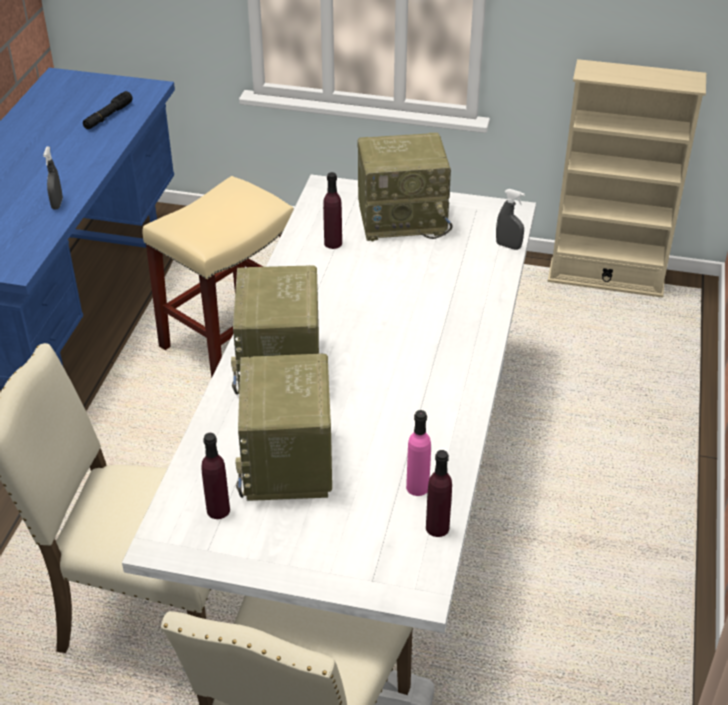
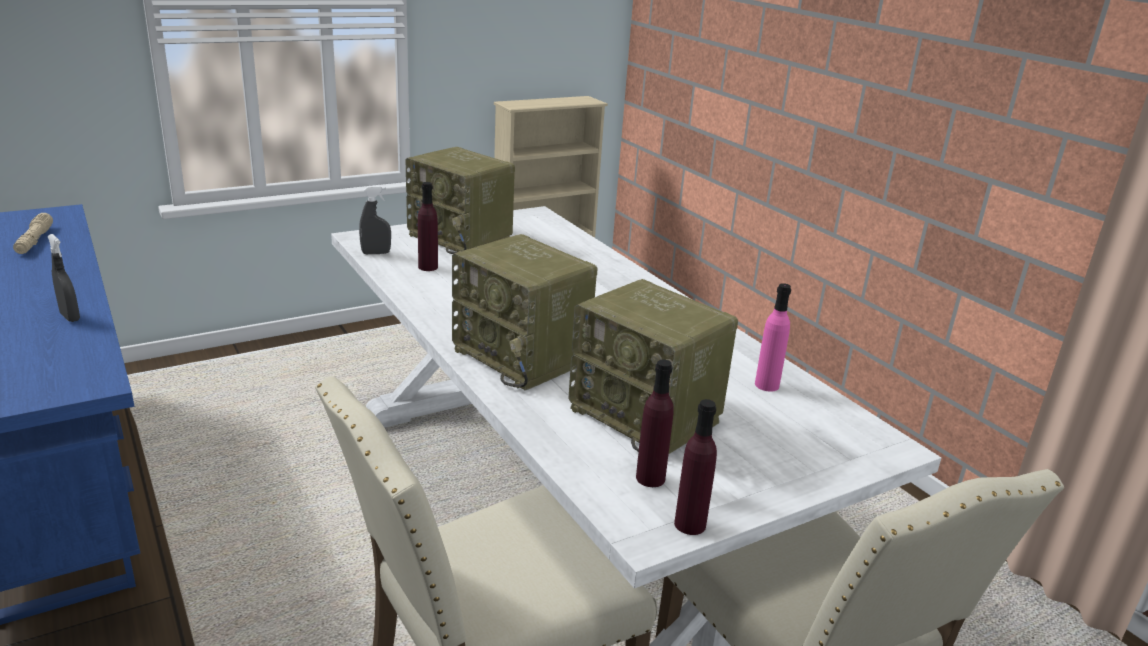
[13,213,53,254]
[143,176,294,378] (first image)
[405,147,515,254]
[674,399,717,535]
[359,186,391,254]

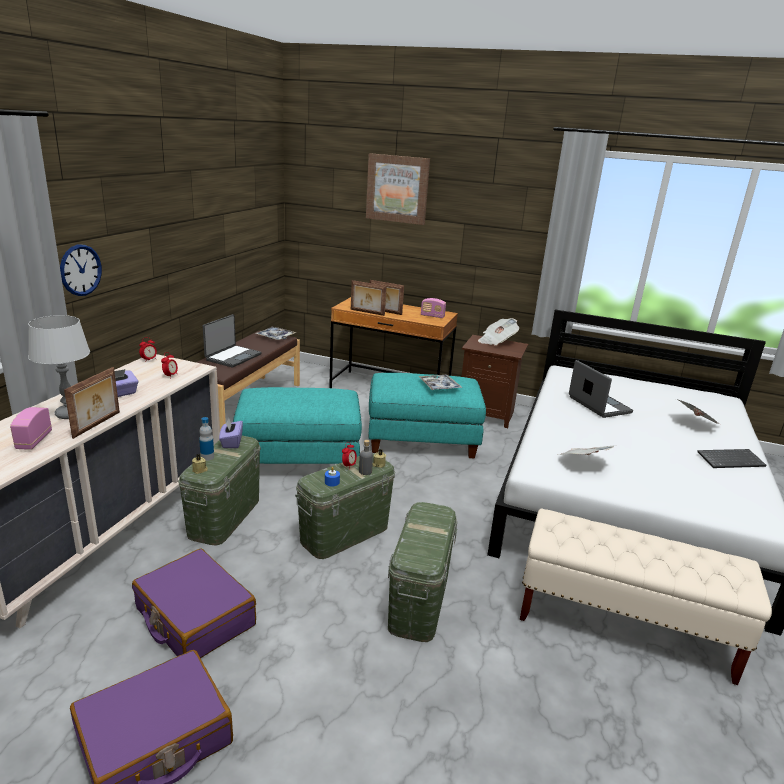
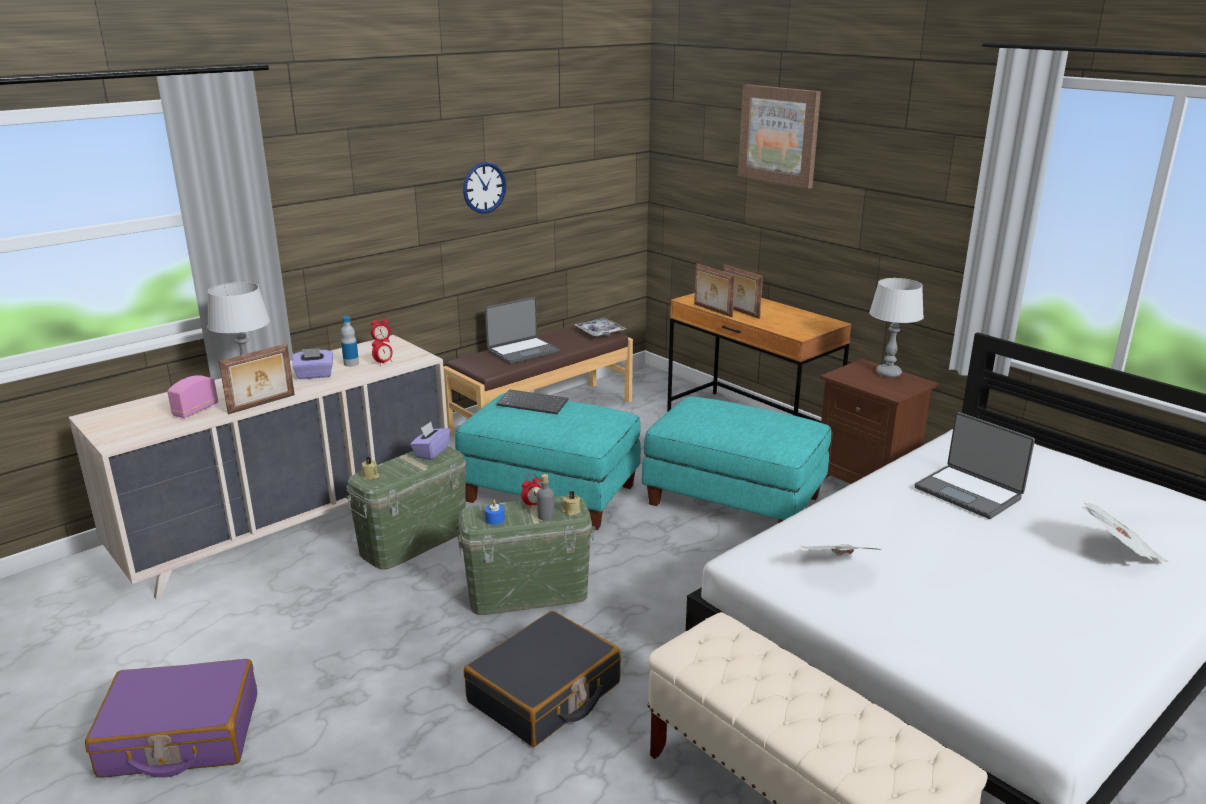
[463,162,506,214]
[132,549,256,658] (first image)
[341,316,359,367]
[464,611,621,747]
[418,375,462,390] (first image)
[421,298,446,318] (first image)
[869,278,924,377]
[915,412,1035,519]
[497,389,569,414]

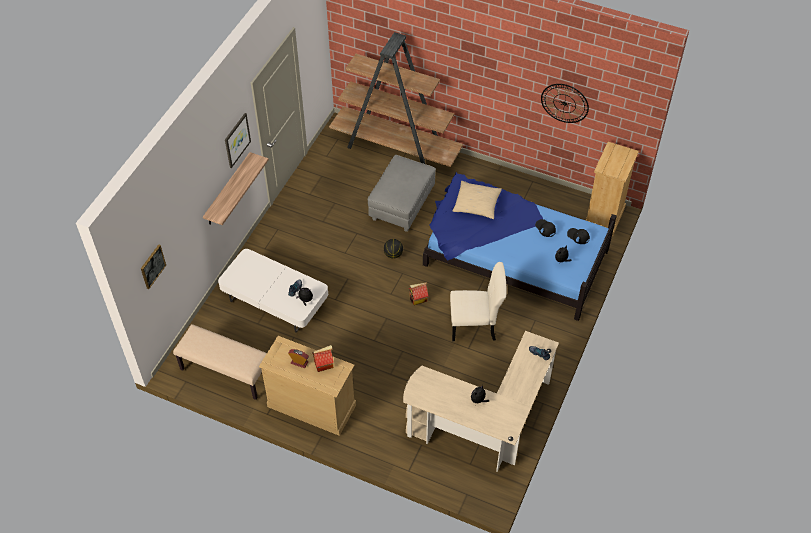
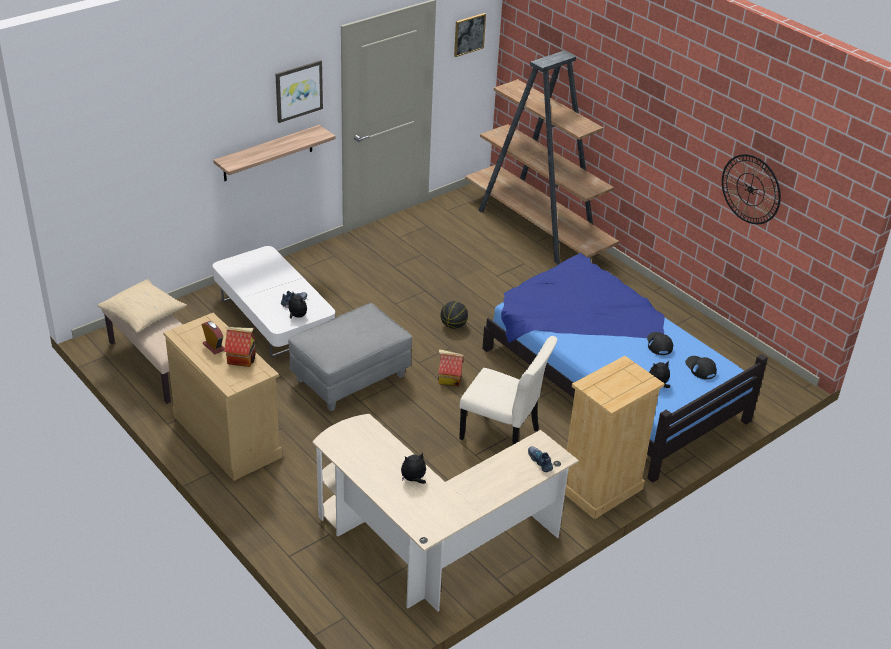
[454,13,486,57]
[288,303,412,411]
[97,279,187,333]
[565,356,665,519]

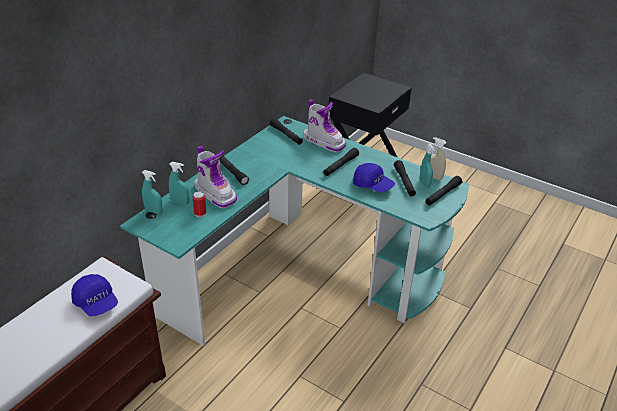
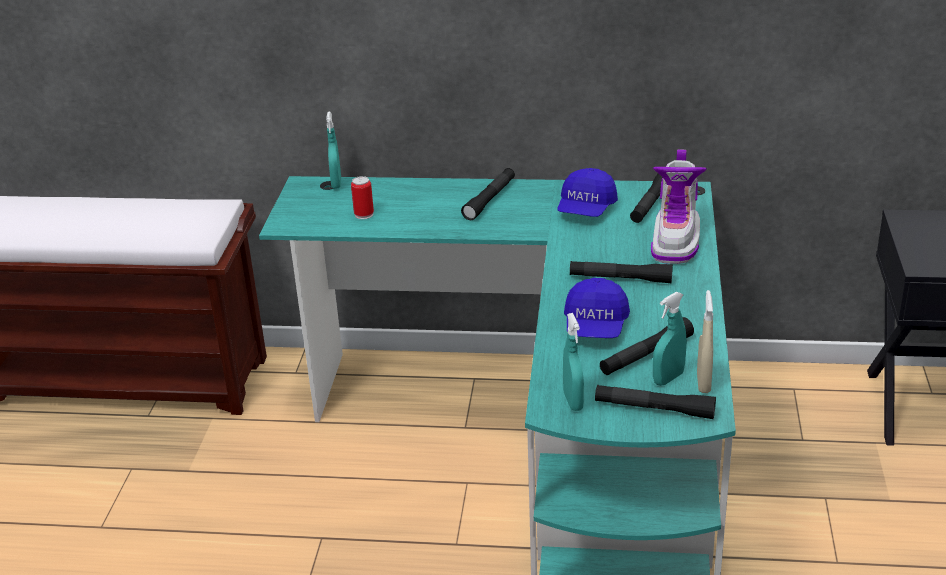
[558,168,618,217]
[563,313,584,411]
[194,146,237,208] (first image)

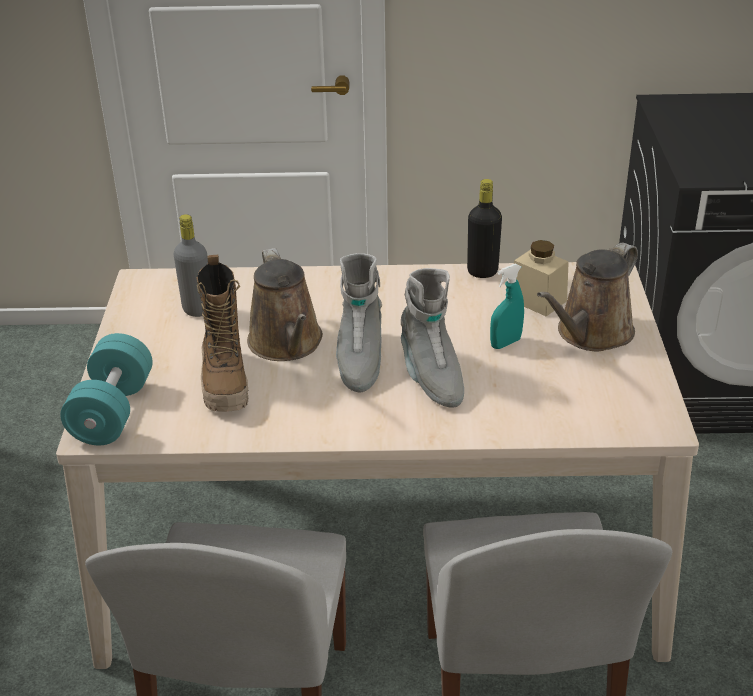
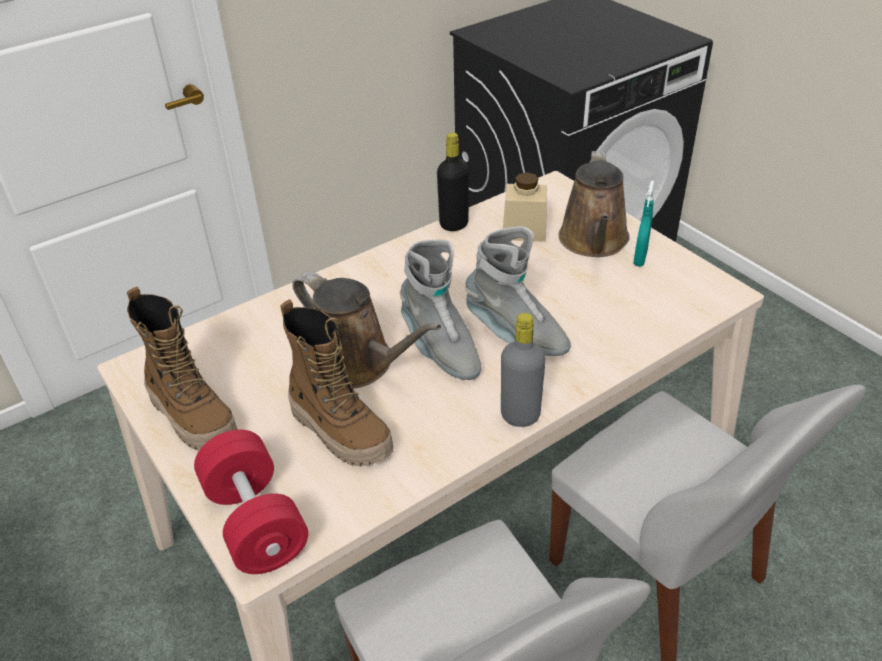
[194,430,308,574]
[501,313,546,427]
[633,181,655,266]
[127,287,238,450]

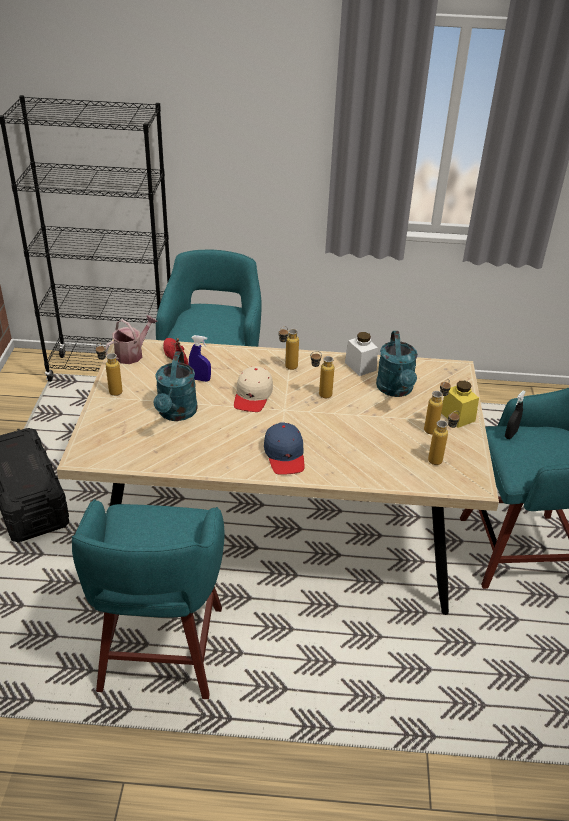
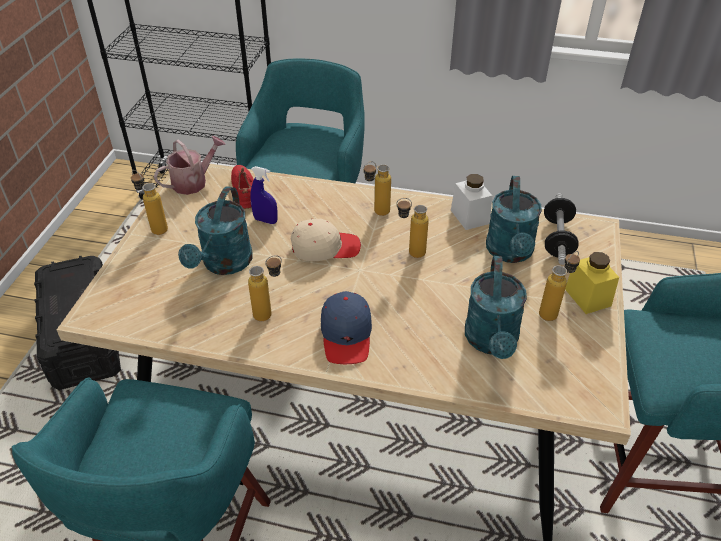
[291,219,361,262]
[248,255,282,321]
[505,390,526,439] (first image)
[465,256,527,359]
[544,193,579,265]

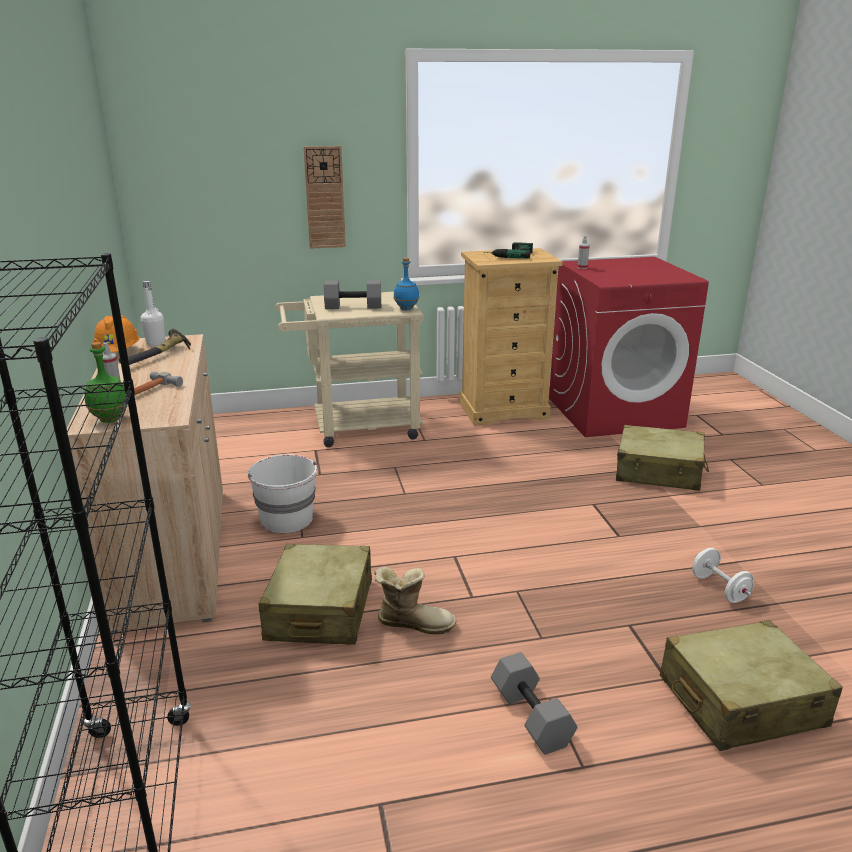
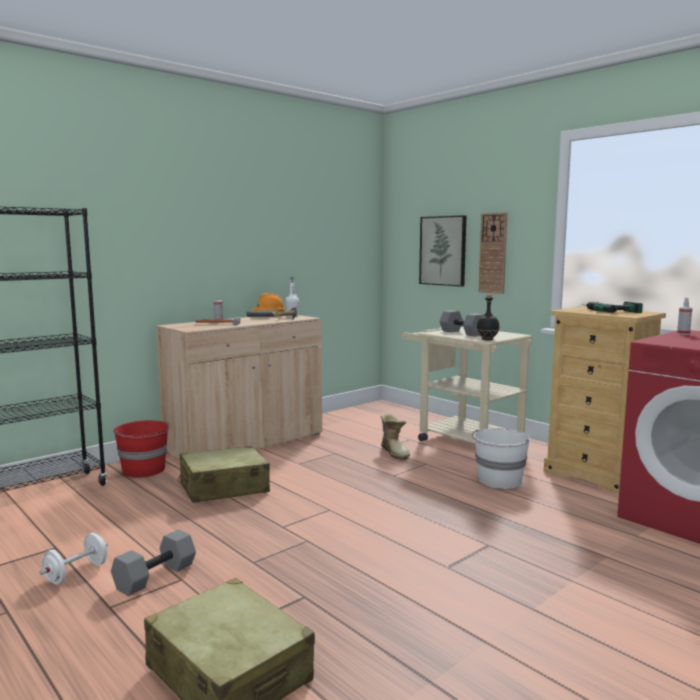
[85,342,126,423] (first image)
[472,428,530,489]
[381,414,410,460]
[477,295,499,340]
[616,425,709,491] (first image)
[39,533,108,585]
[113,420,171,478]
[419,215,466,287]

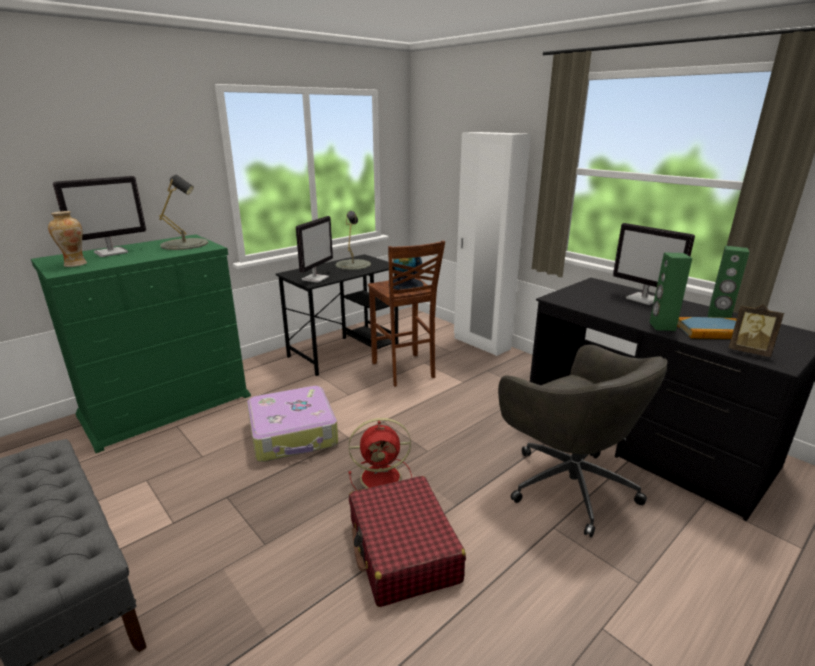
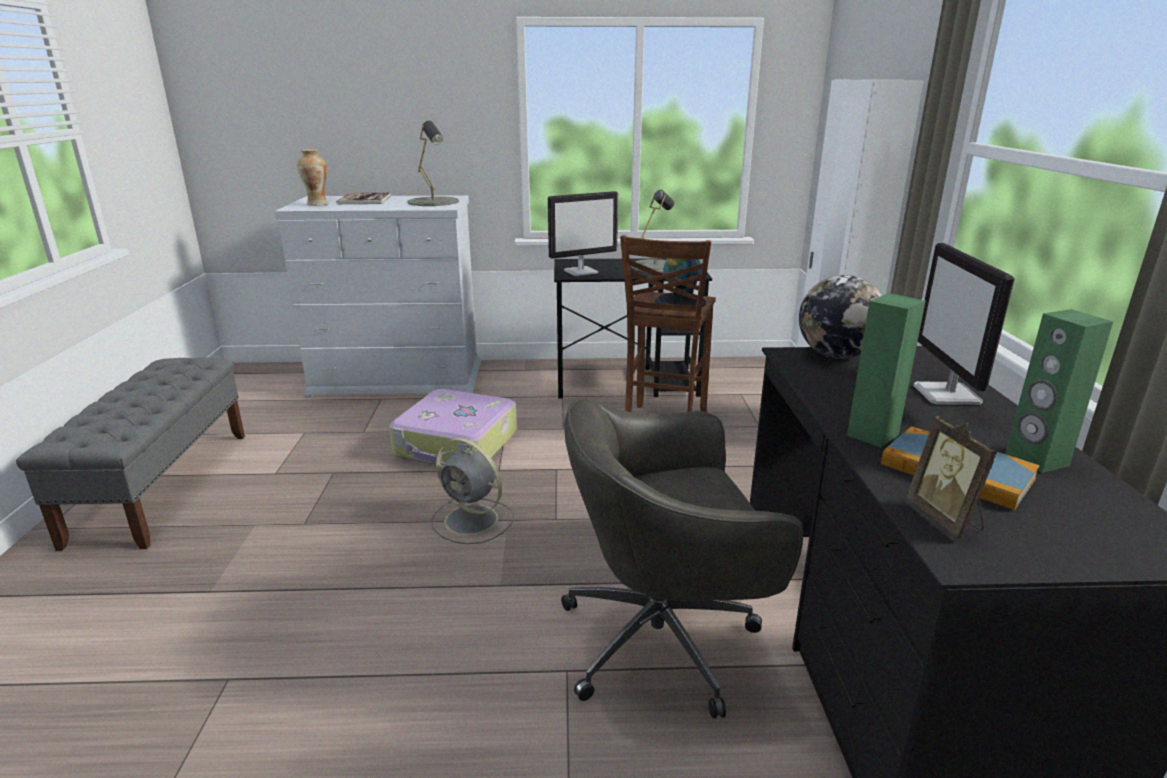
[275,195,481,398]
[336,192,391,204]
[431,438,514,544]
[349,476,466,607] (first image)
[561,398,803,718]
[799,275,882,359]

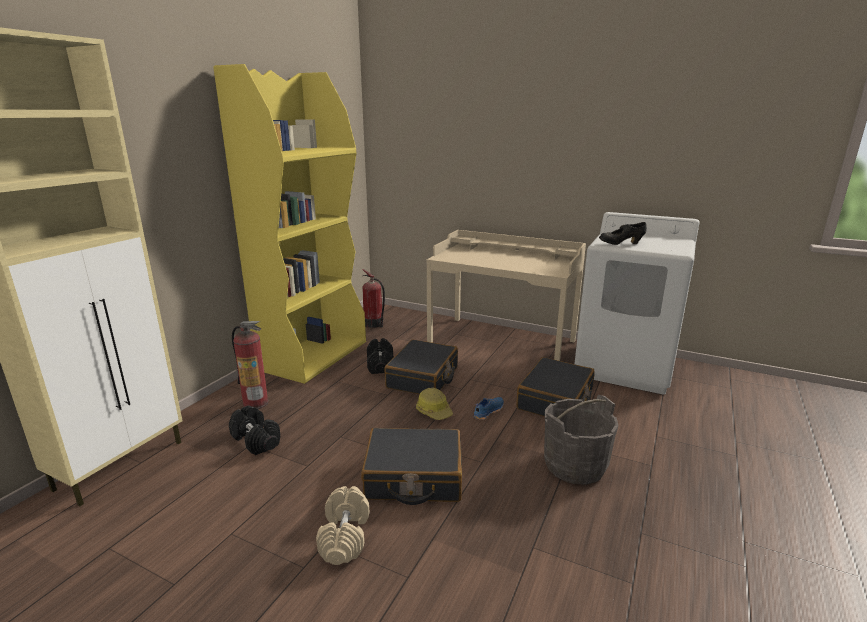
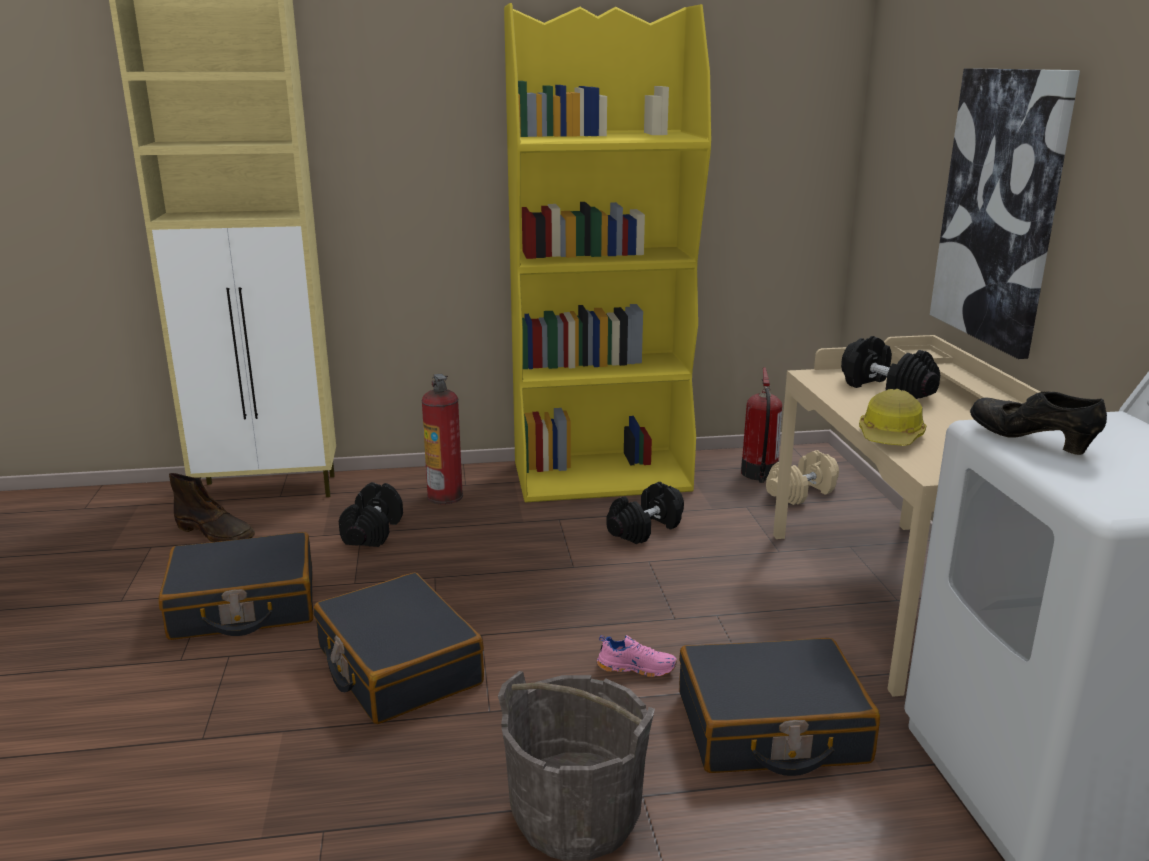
[766,450,839,505]
[159,532,313,640]
[859,389,927,446]
[597,635,677,677]
[169,473,255,542]
[841,336,940,399]
[930,68,1080,359]

